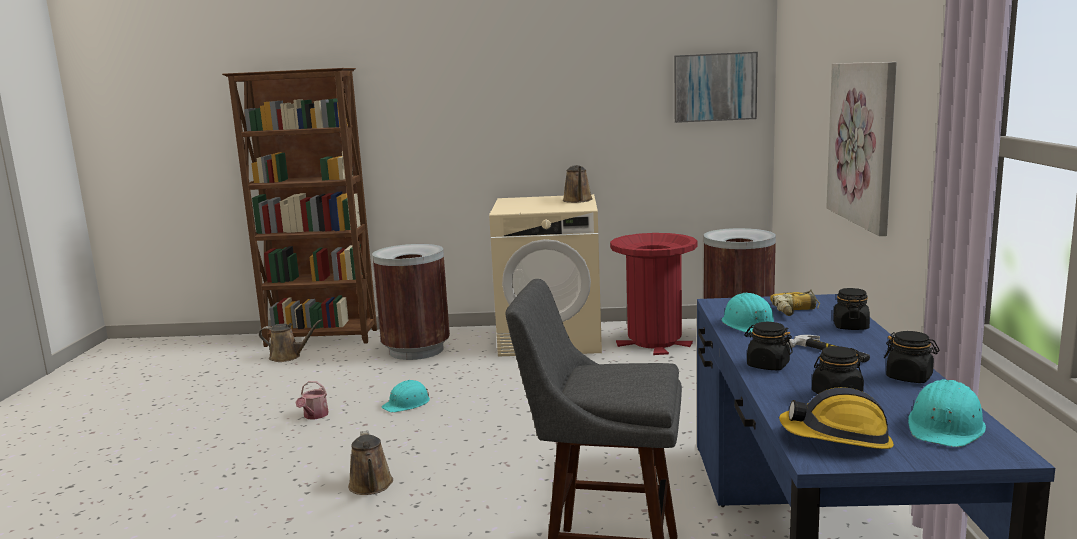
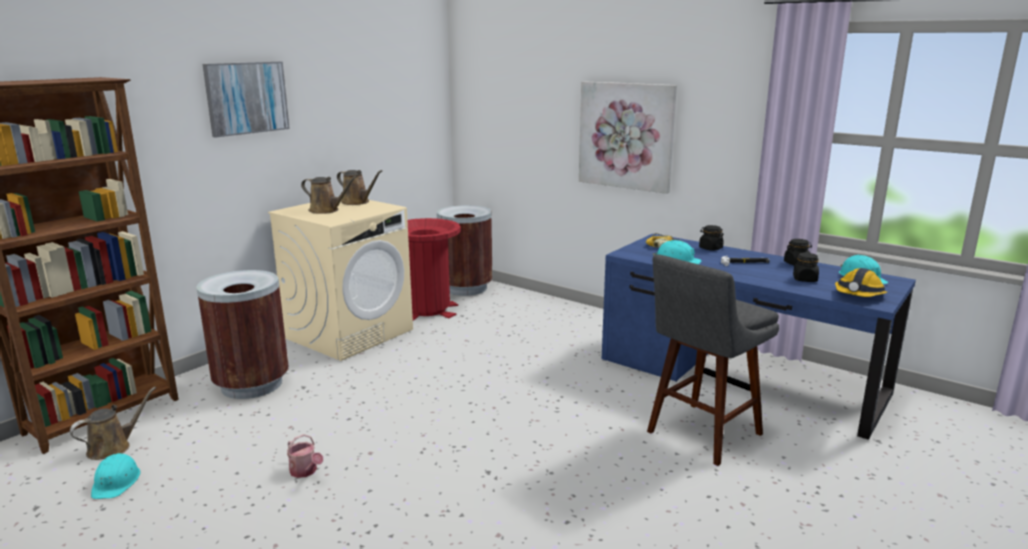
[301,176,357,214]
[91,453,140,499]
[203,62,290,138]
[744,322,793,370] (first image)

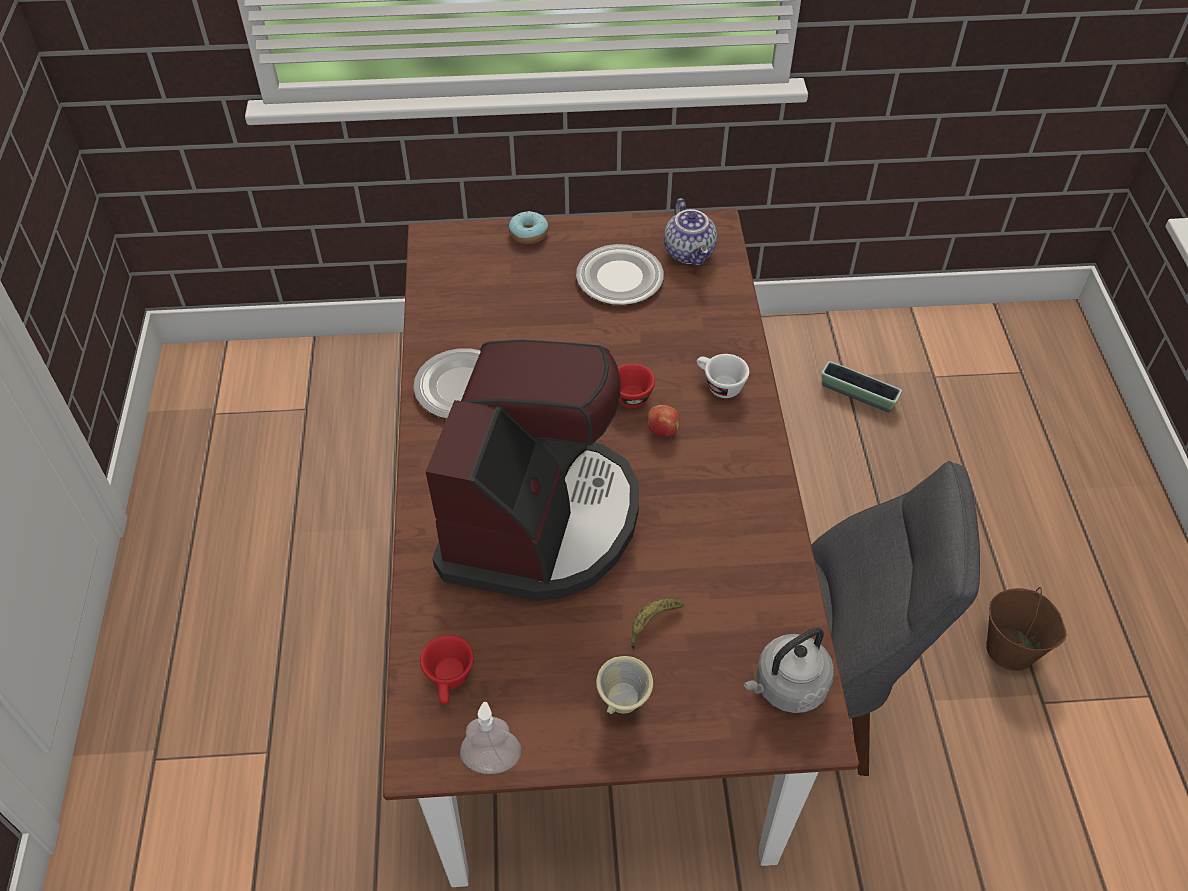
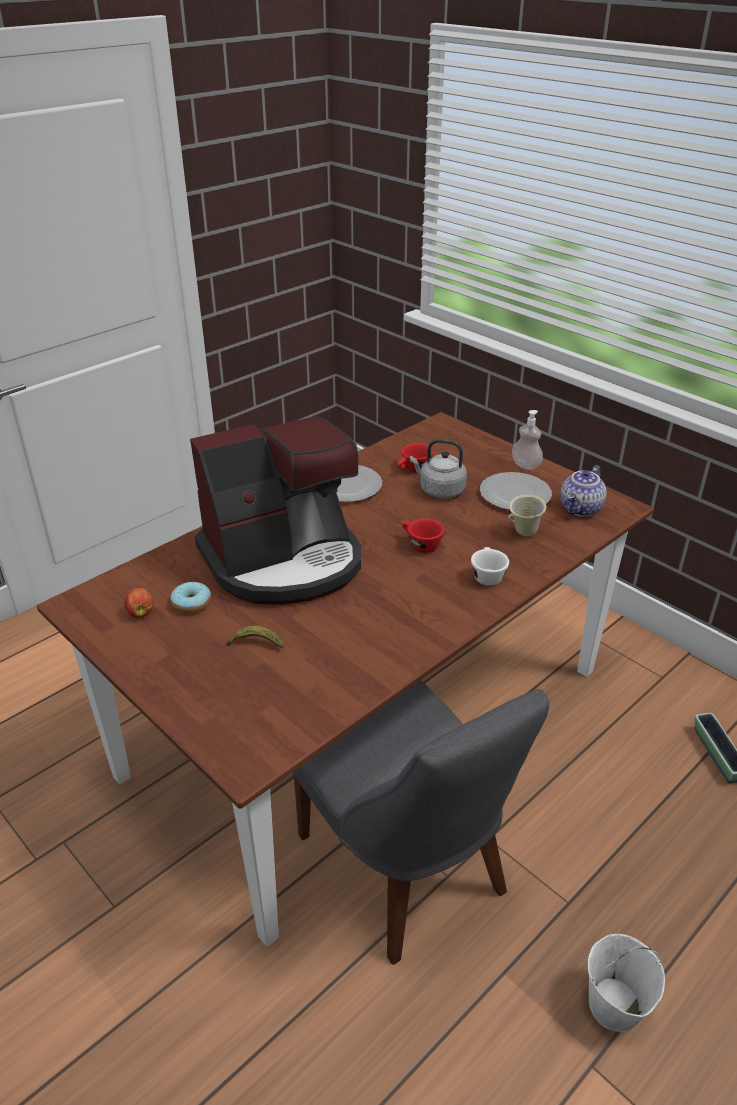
[397,443,433,473]
[512,410,543,470]
[171,582,211,614]
[508,495,546,536]
[125,588,153,617]
[410,439,467,498]
[588,934,665,1032]

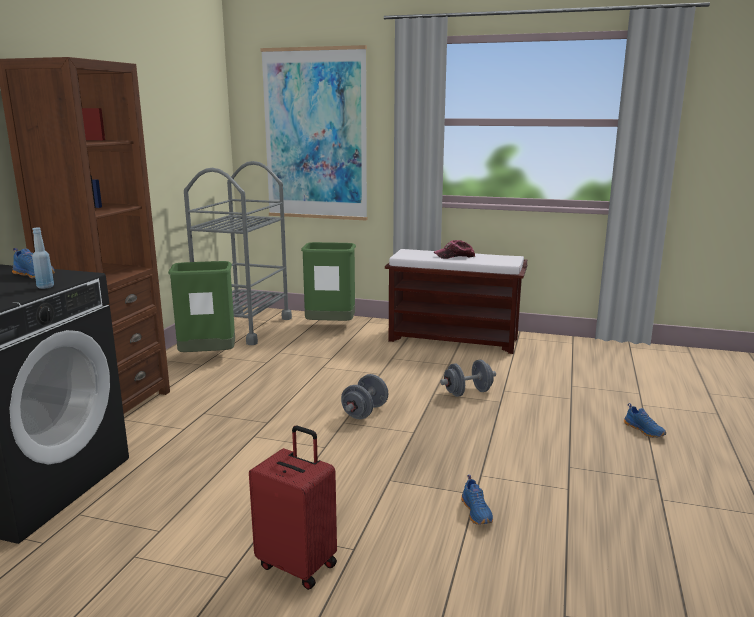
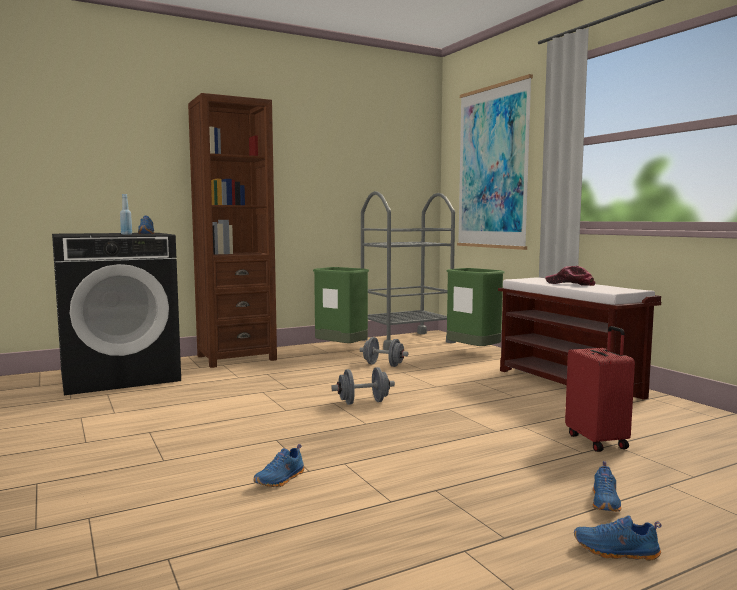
[565,326,635,452]
[360,337,408,367]
[574,515,661,561]

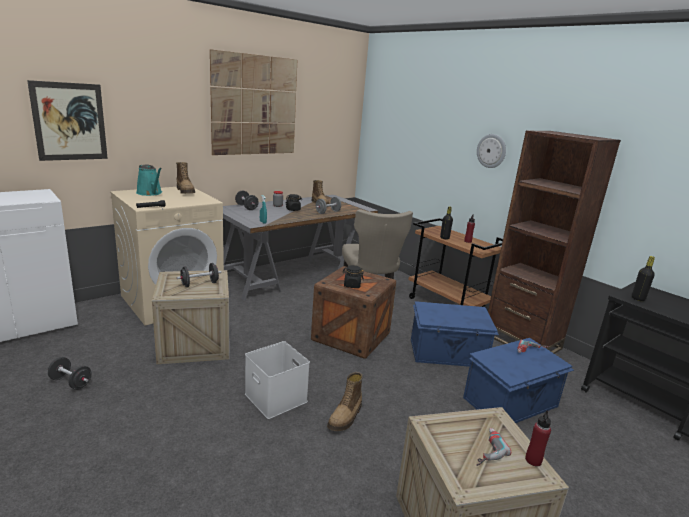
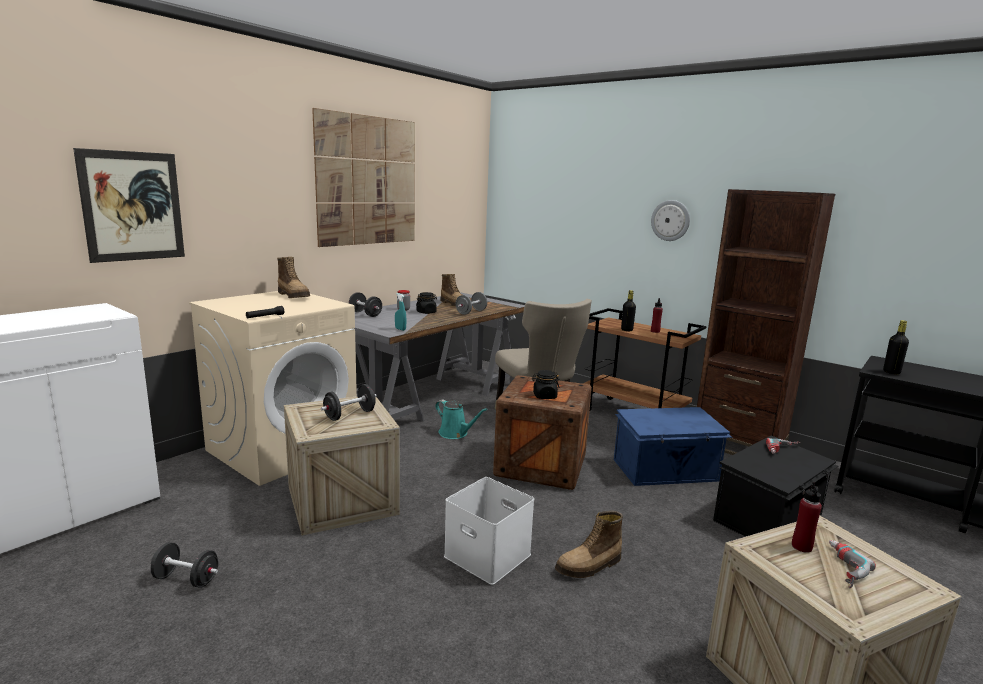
[435,400,488,439]
[555,511,623,578]
[713,435,838,537]
[792,482,822,553]

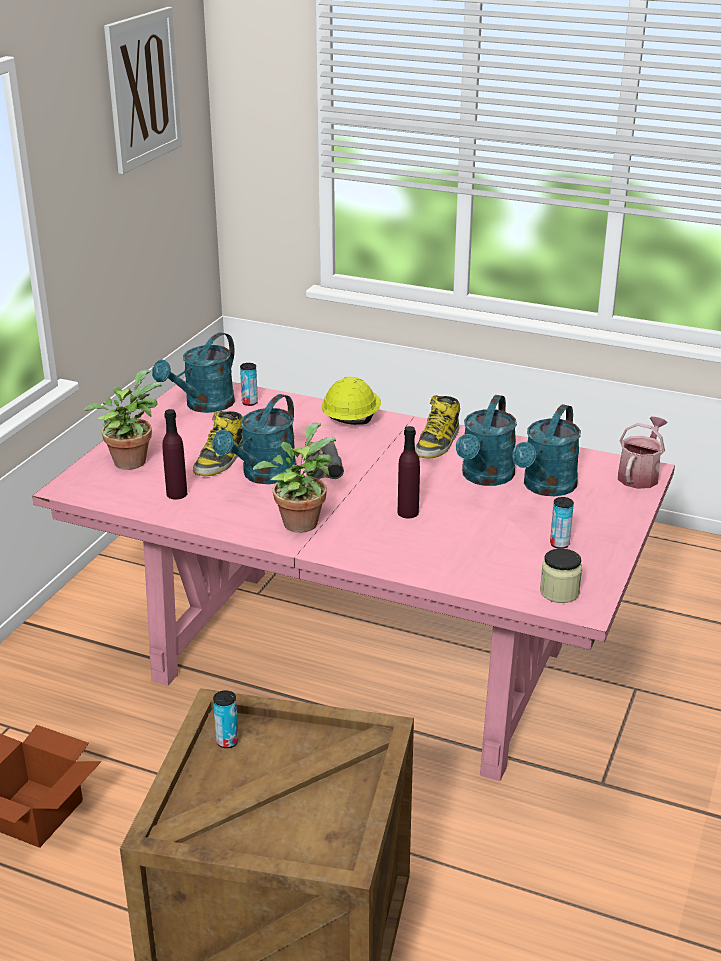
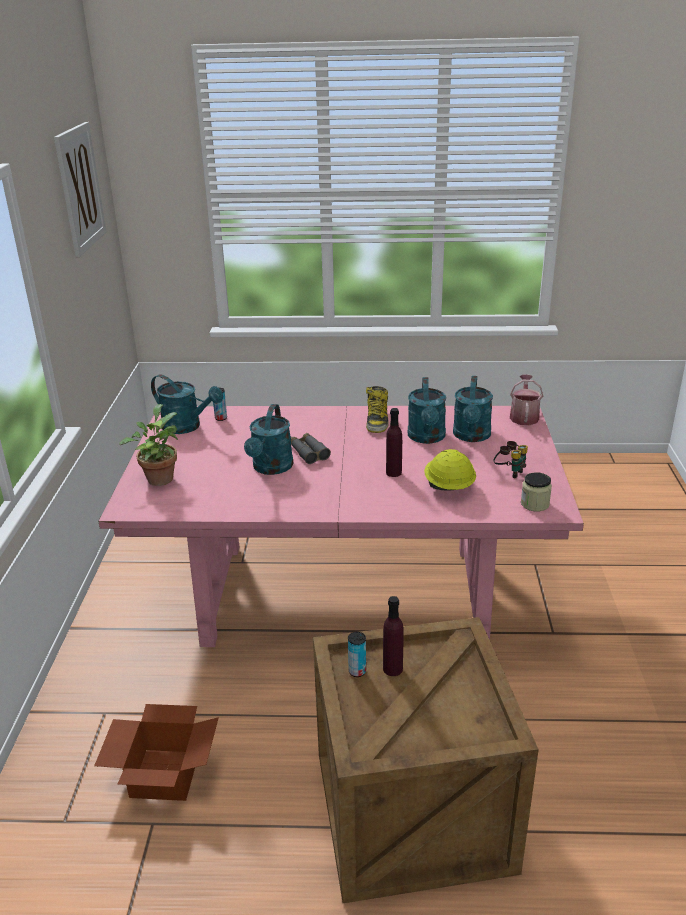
[151,374,223,434]
[383,596,404,676]
[193,411,243,476] (first image)
[253,423,336,533] (first image)
[424,449,476,491]
[493,441,528,478]

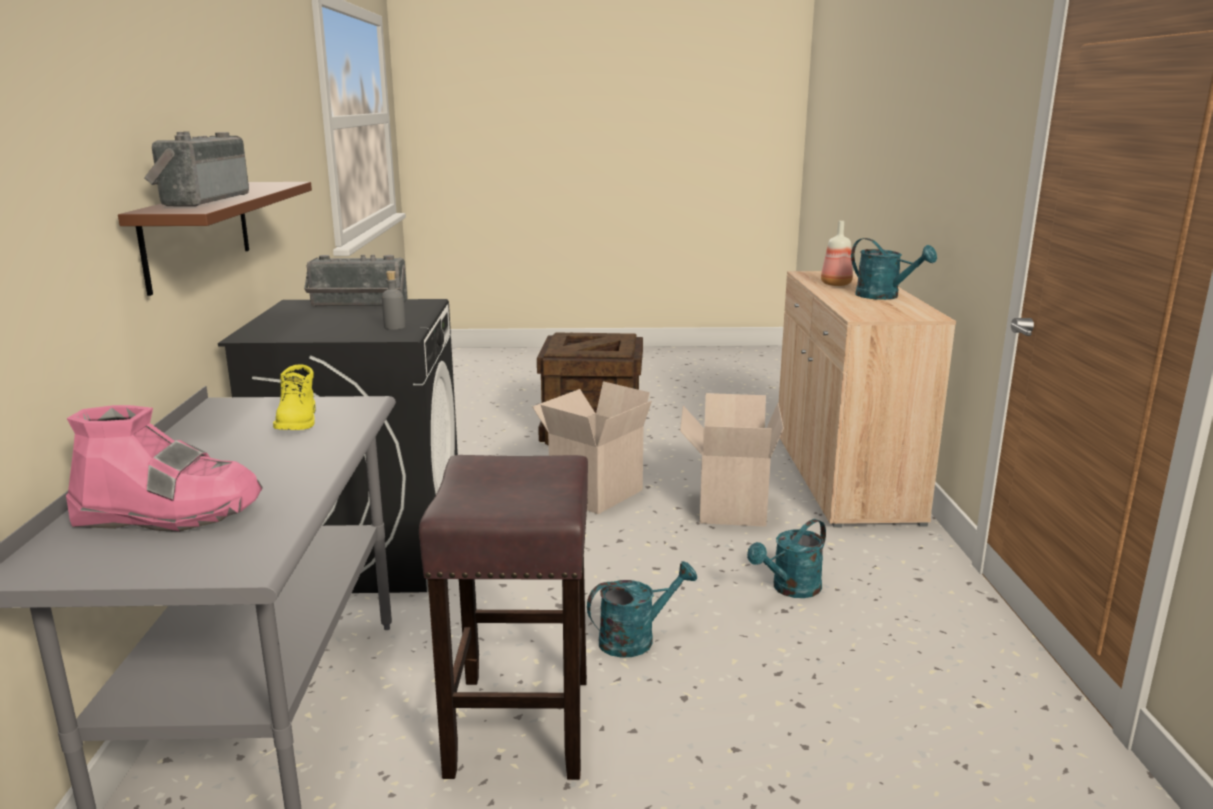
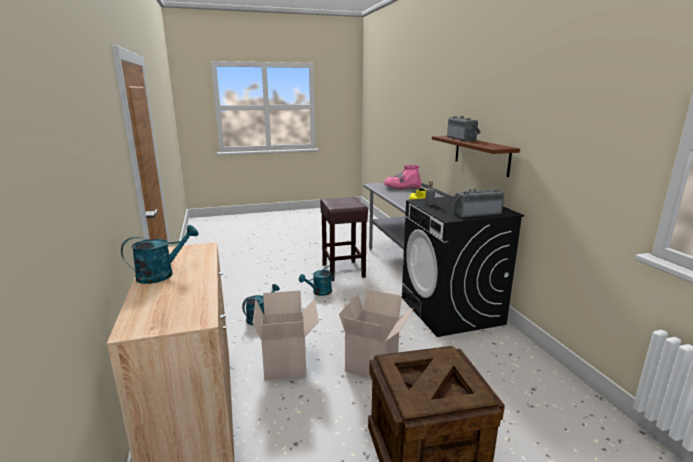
[821,221,853,286] (first image)
[121,225,199,284]

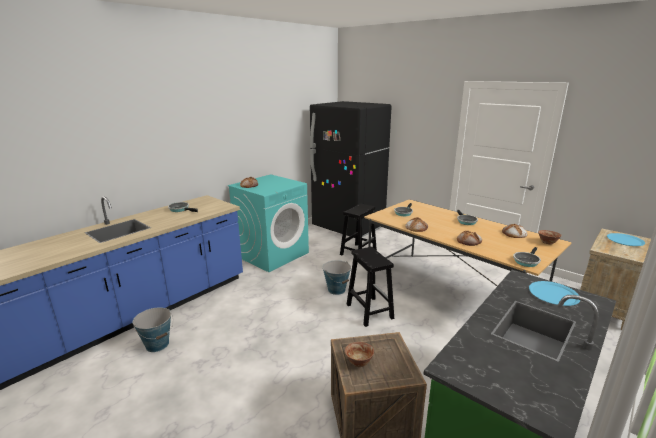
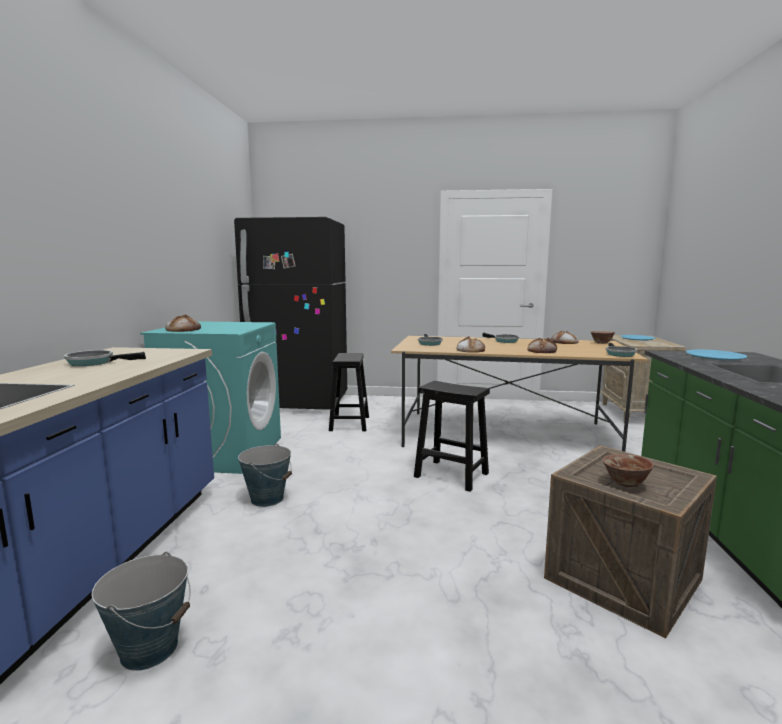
[238,443,292,507]

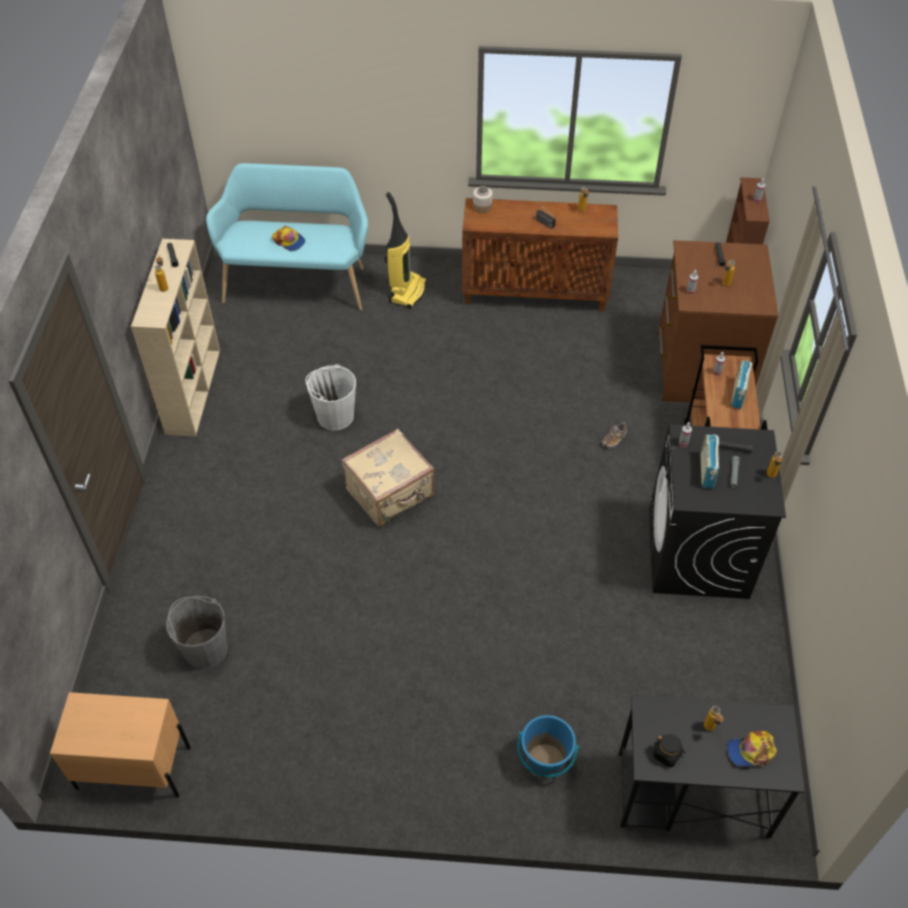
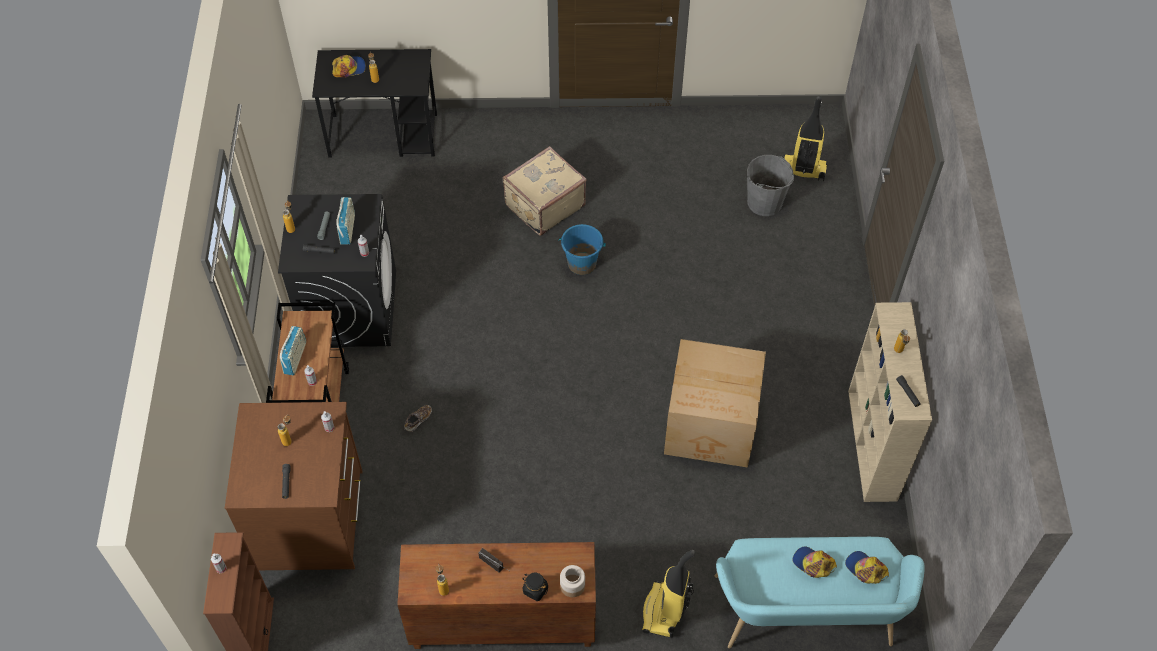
[50,692,191,798] (first image)
[664,339,766,468]
[503,146,586,236]
[559,224,606,275]
[522,572,548,601]
[783,96,828,181]
[845,551,889,584]

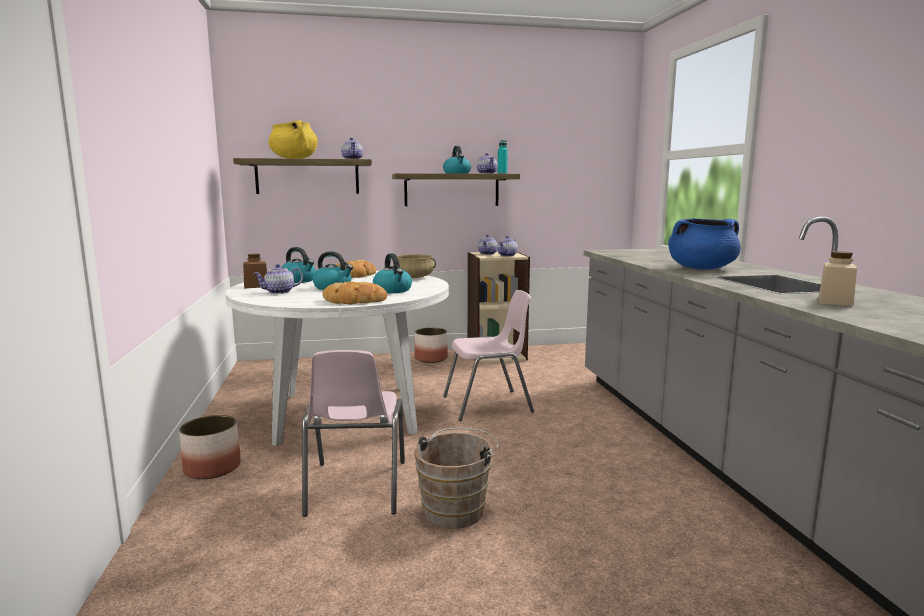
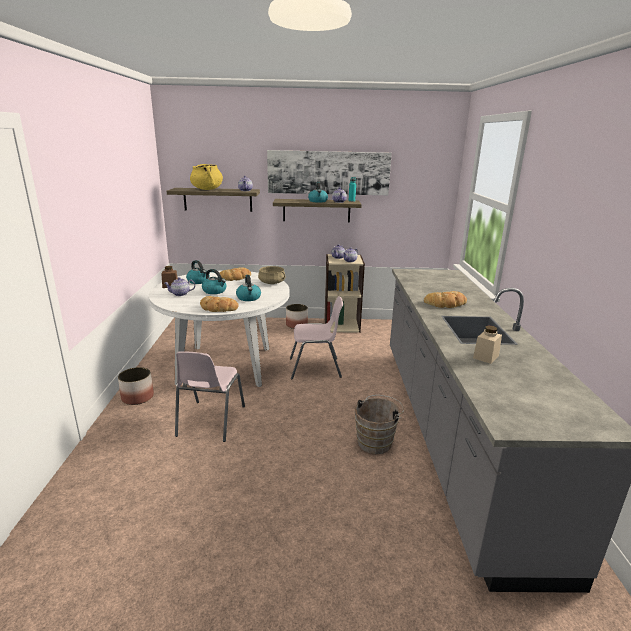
[355,395,404,454]
[424,291,467,308]
[267,150,392,195]

